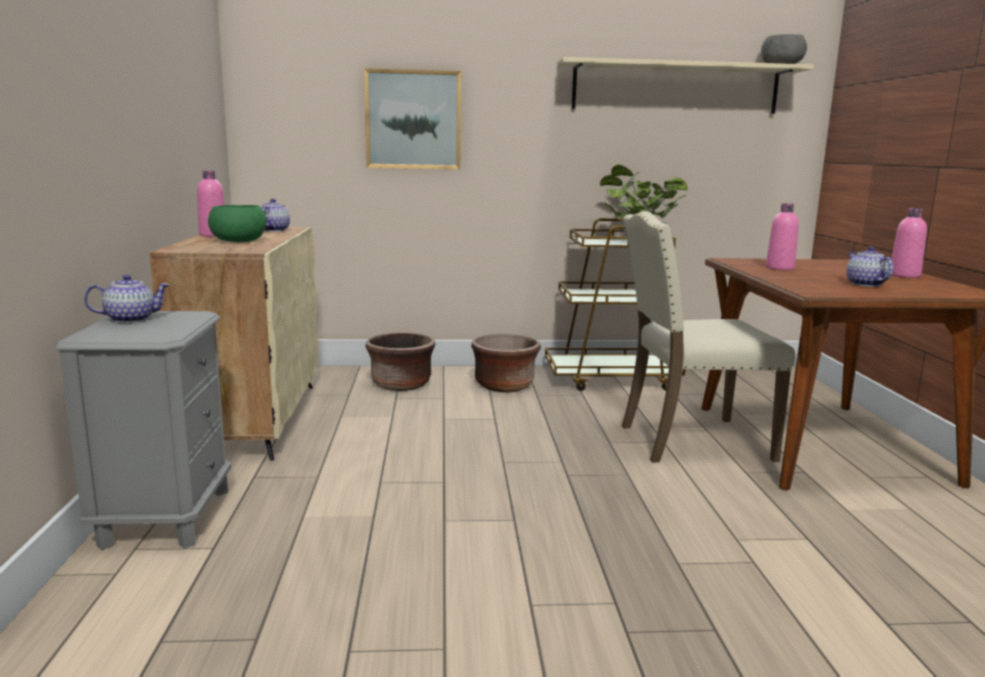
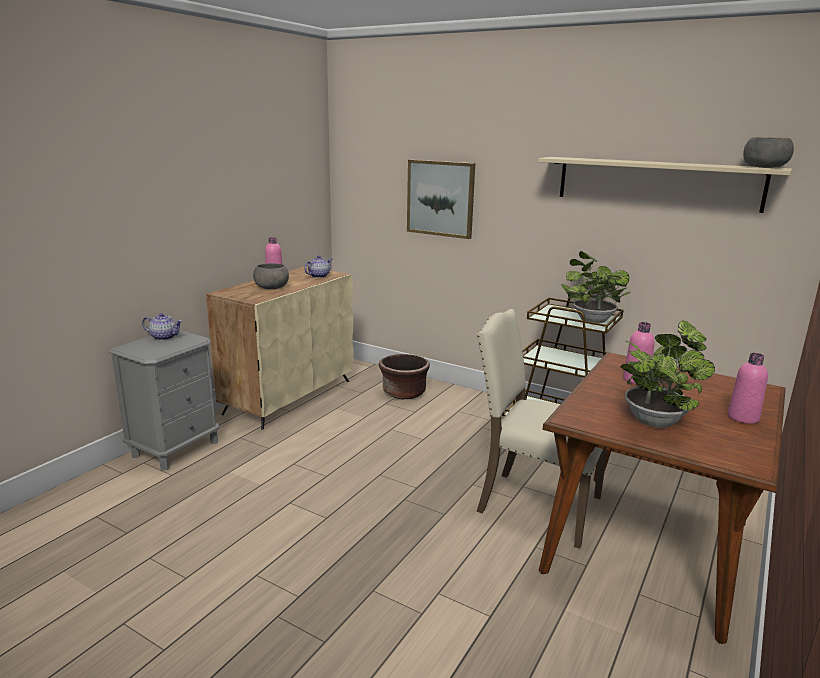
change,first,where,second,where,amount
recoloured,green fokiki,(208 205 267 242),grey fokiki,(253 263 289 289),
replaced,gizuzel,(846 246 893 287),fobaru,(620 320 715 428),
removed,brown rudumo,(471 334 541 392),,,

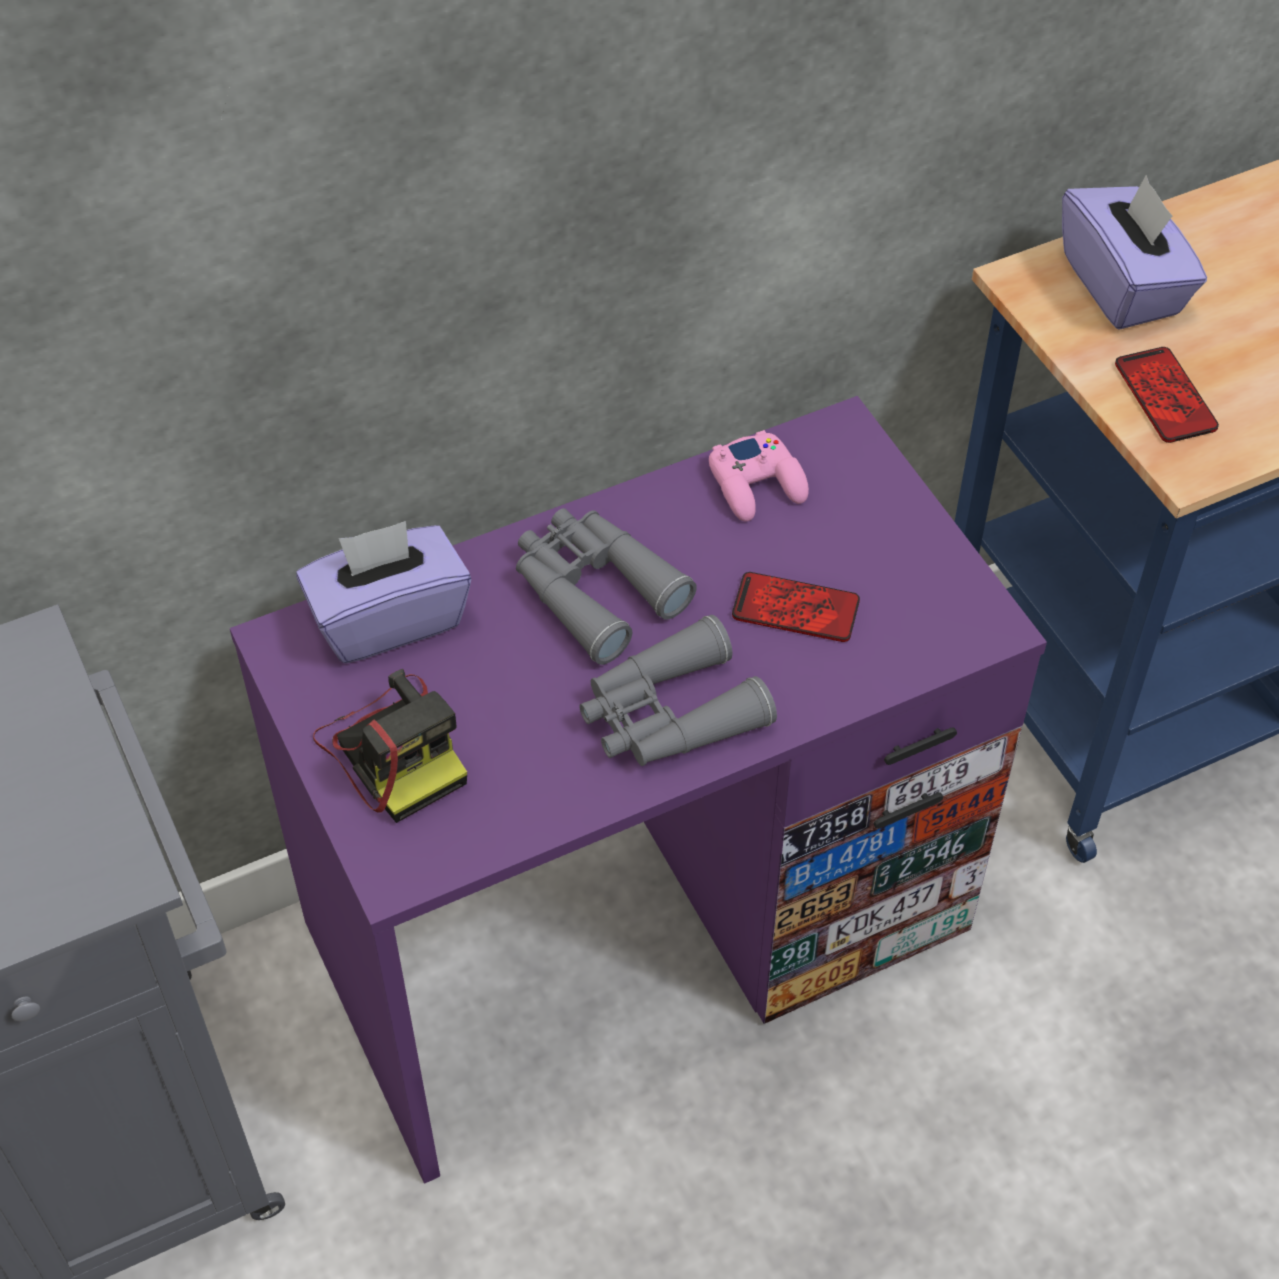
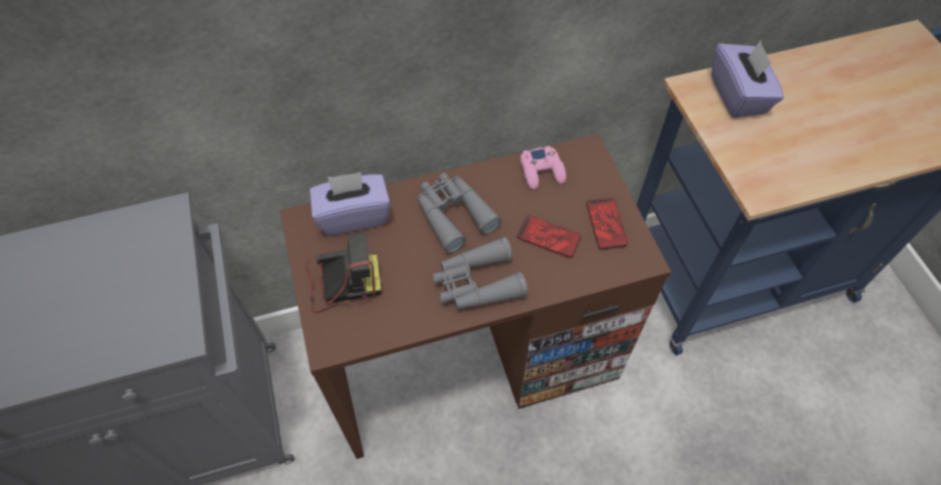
change,first,where,second,where,amount
recoloured,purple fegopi,(230 396 1047 1184),brown fegopi,(280 134 671 459),
turned,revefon,(313 669 467 823),,(305 233 381 313),75 degrees counterclockwise
moved,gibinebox,(1115 347 1219 443),,(586 198 628 250),

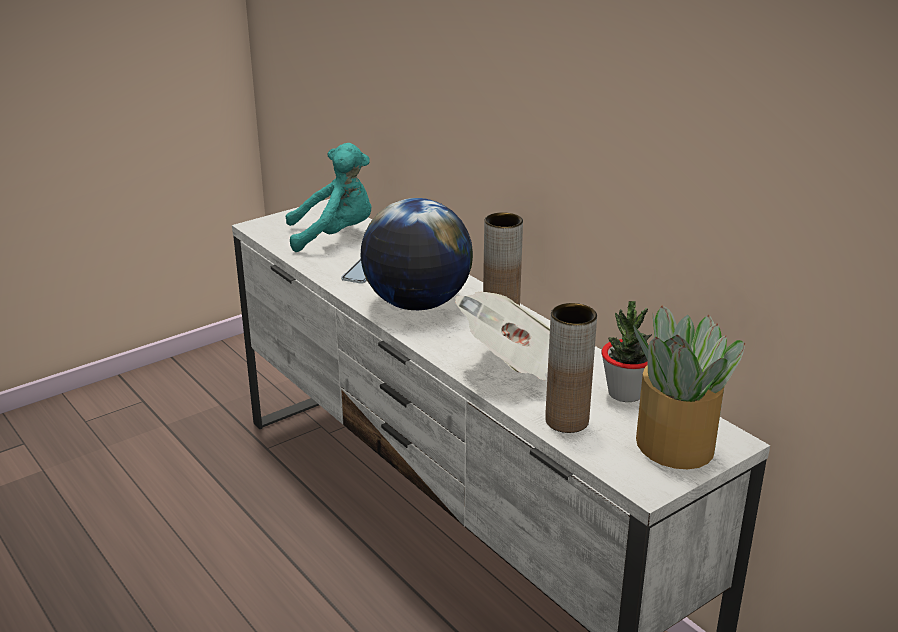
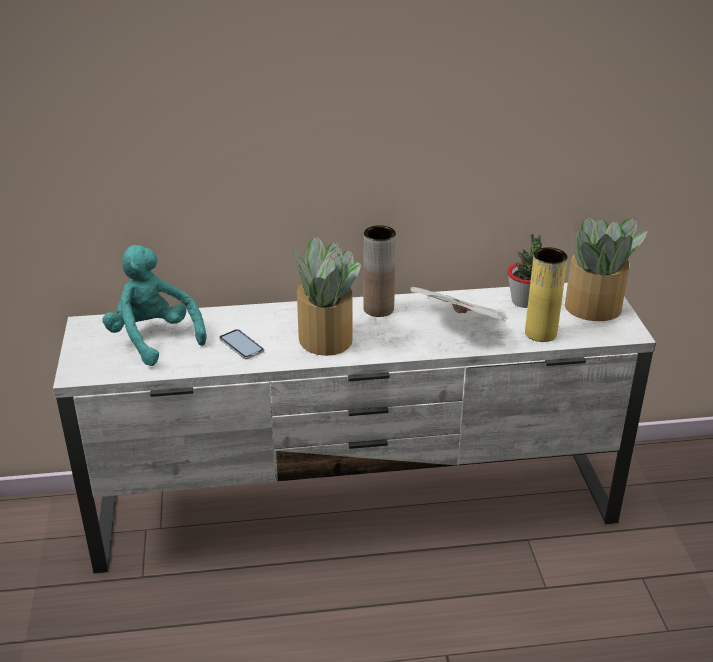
change,first,where,second,where,amount
turned,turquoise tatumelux,(286 143 372 252),,(103 245 207 366),60 degrees counterclockwise
replaced,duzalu,(360 198 473 310),fobaru,(293 236 361 356),
recoloured,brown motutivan,(545 303 597 433),yellow motutivan,(525 247 568 342),

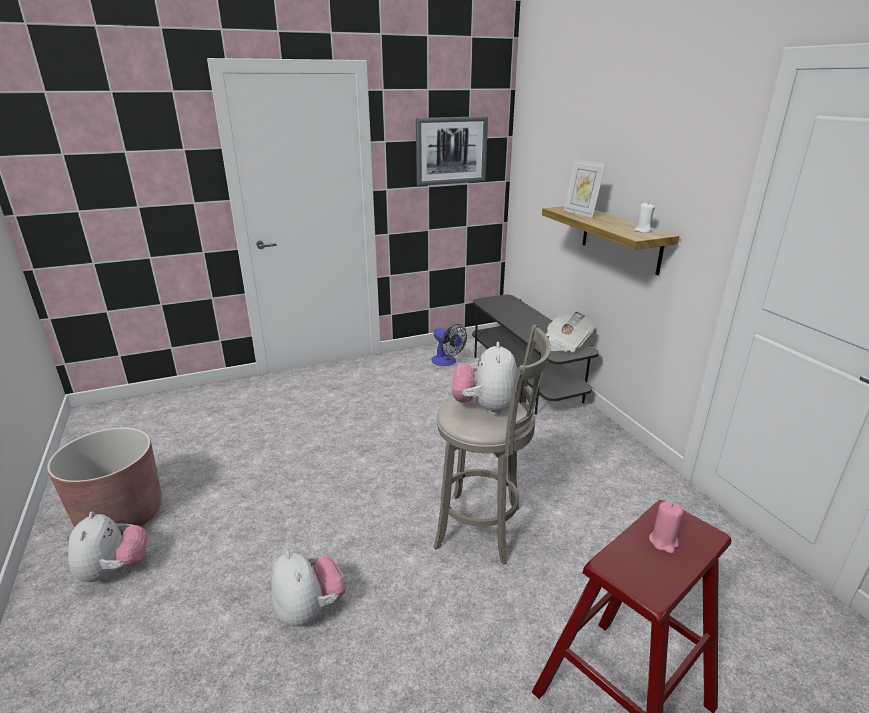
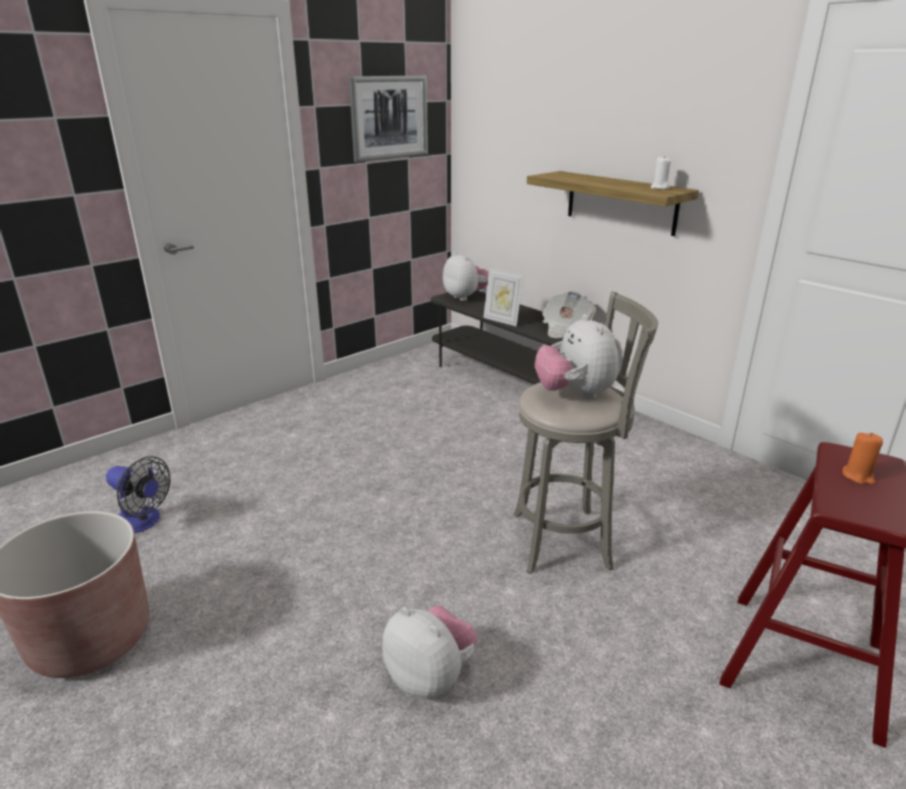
change,first,where,second,where,amount
moved,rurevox,(431 324 467 366),,(106 456 170 533),
moved,tatumelux,(68 511 147 582),,(443 252 489 301),
moved,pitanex,(564 159 606 218),,(483 268 524 326),
recoloured,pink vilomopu,(649 501 683 553),orange vilomopu,(843 433 883 484),

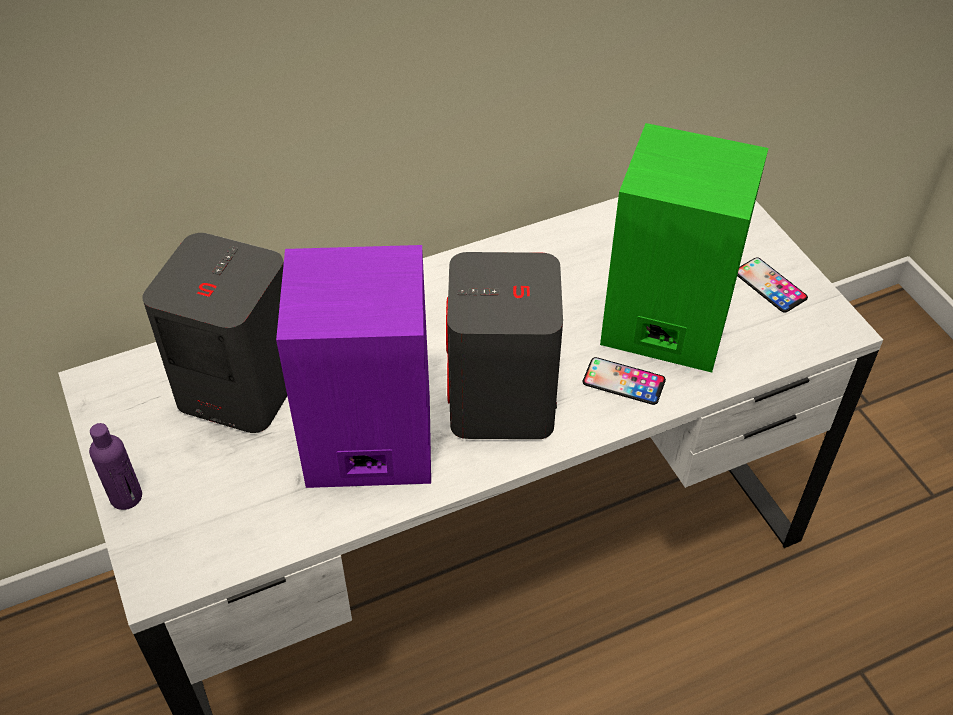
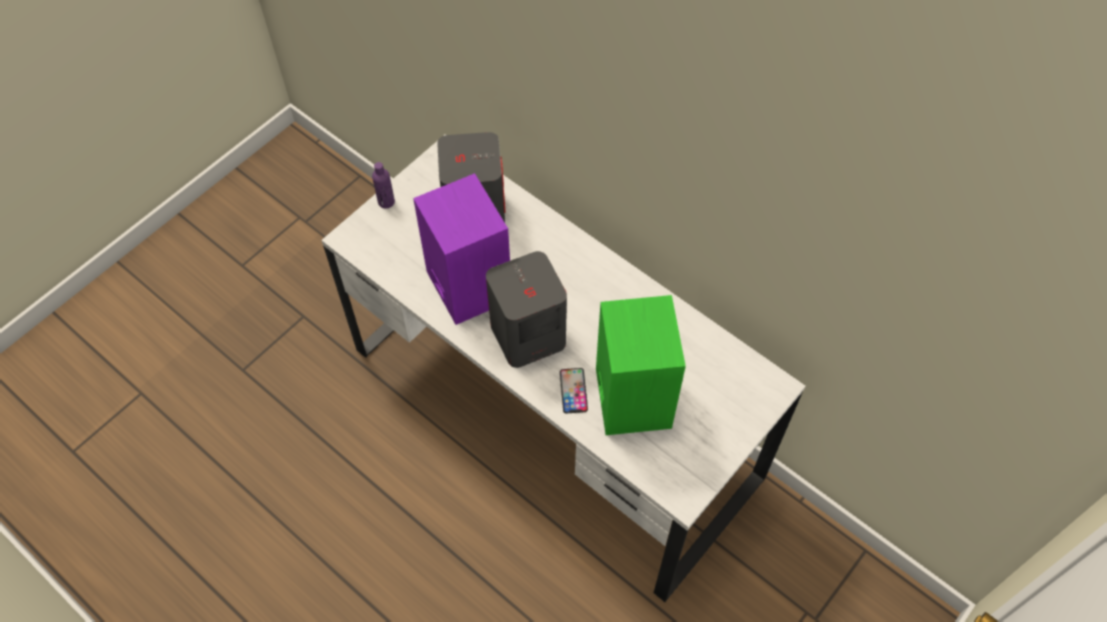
change,first,where,second,where,amount
removed,gibinebox,(737 257 808 313),,,

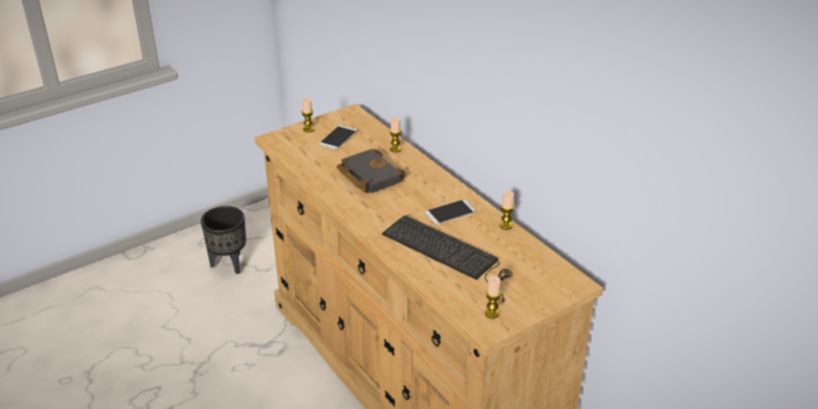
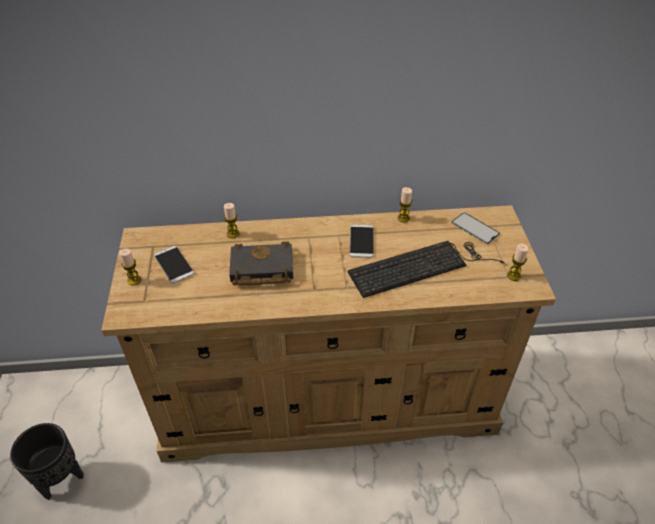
change,first,where,second,where,amount
added,,,gibinebox,(451 213 500 244),

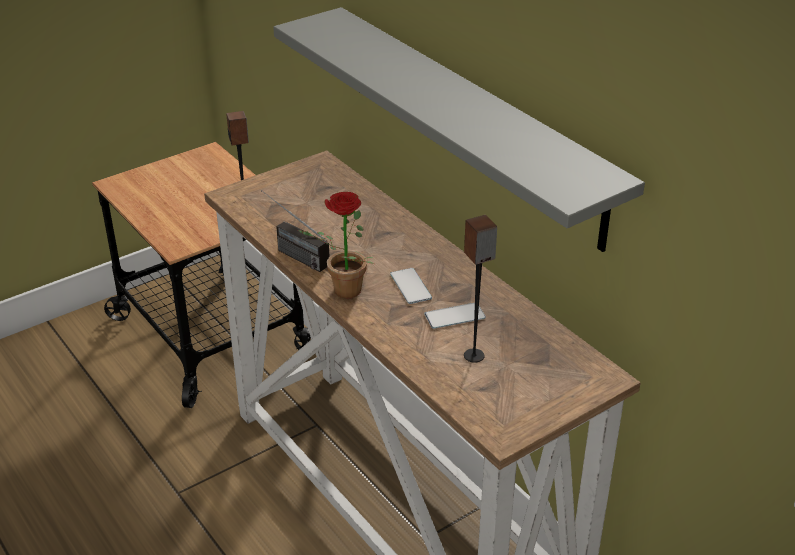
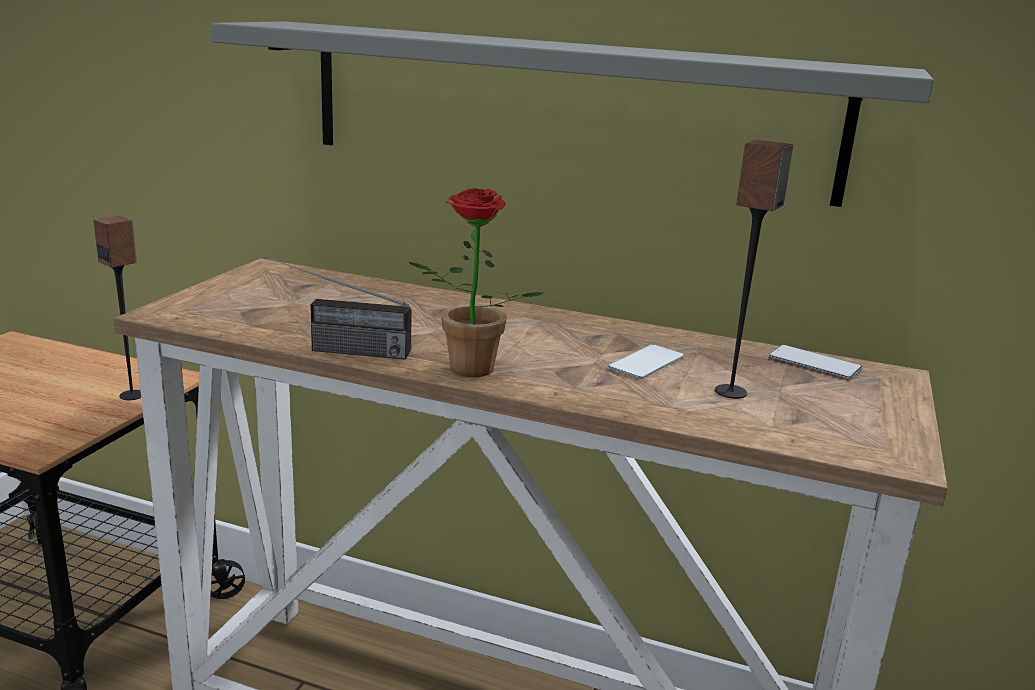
change,first,where,second,where,amount
moved,gibinebox,(390 268 432 304),,(769 345 863 379),

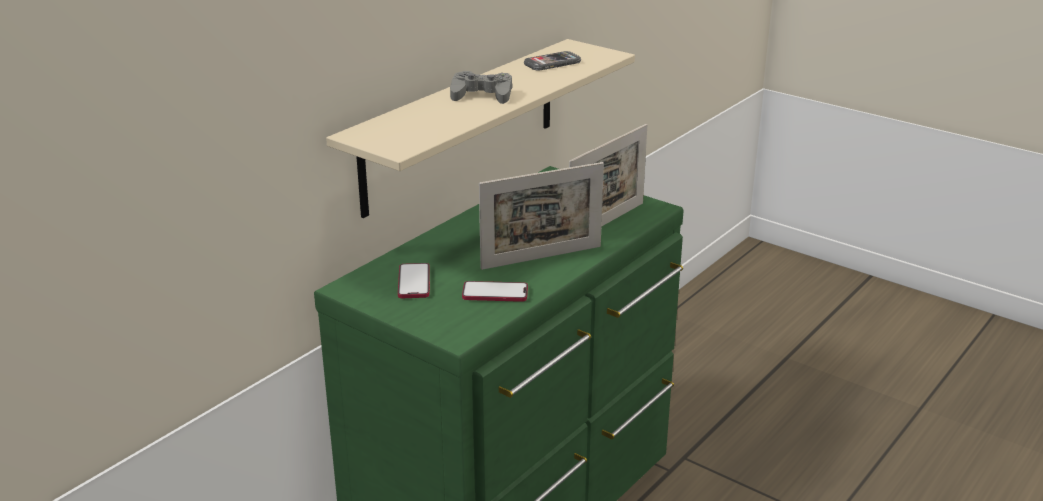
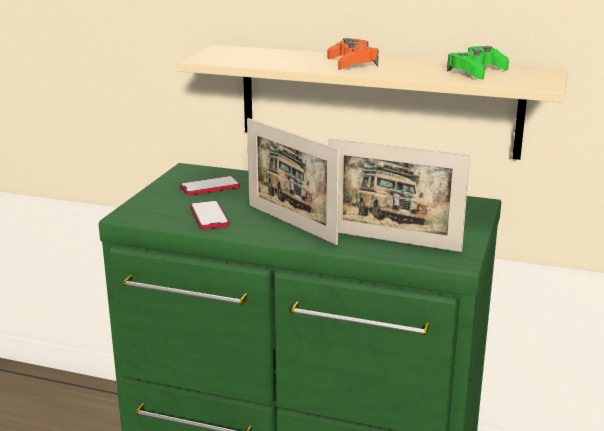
change,first,where,second,where,amount
recoloured,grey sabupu,(450 71 512 104),orange sabupu,(328 38 379 70),
replaced,gibinebox,(524 51 581 71),green sabupu,(447 46 509 80),

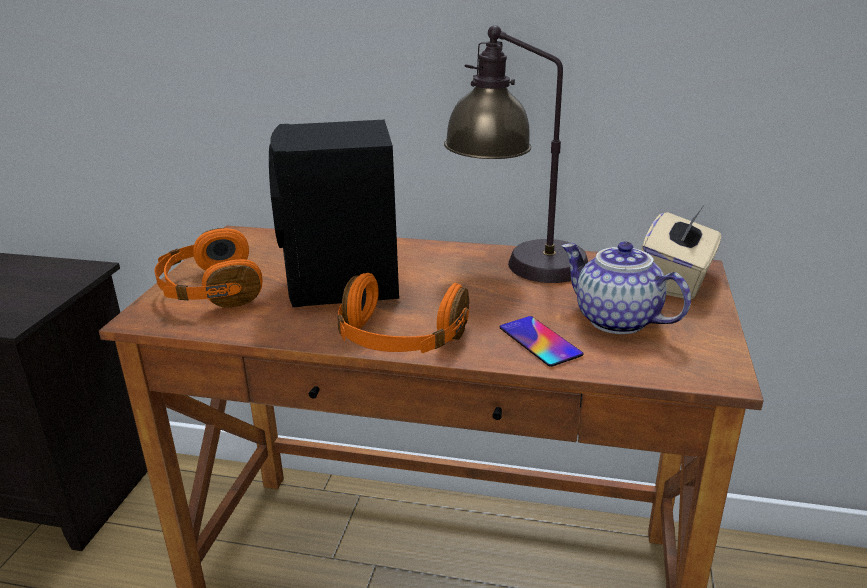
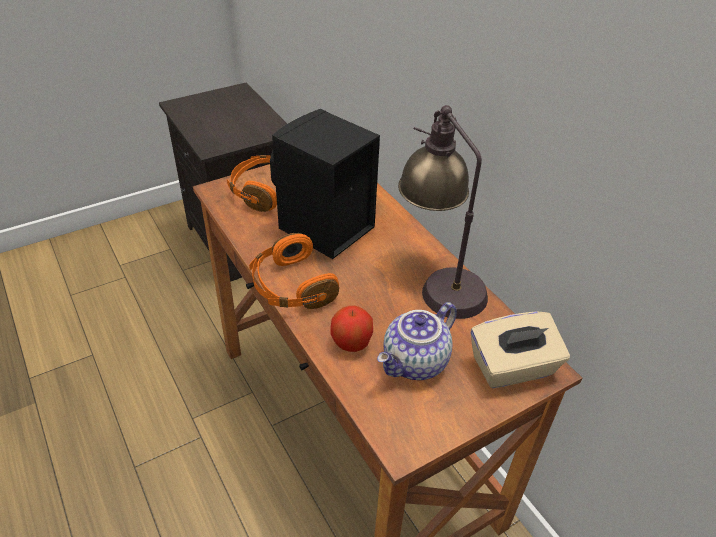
change,first,where,second,where,amount
replaced,gibinebox,(500 316 583 367),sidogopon,(331 306 373 352),
turned,gizuzel,(562 241 691 334),,(377 302 457 380),135 degrees counterclockwise

